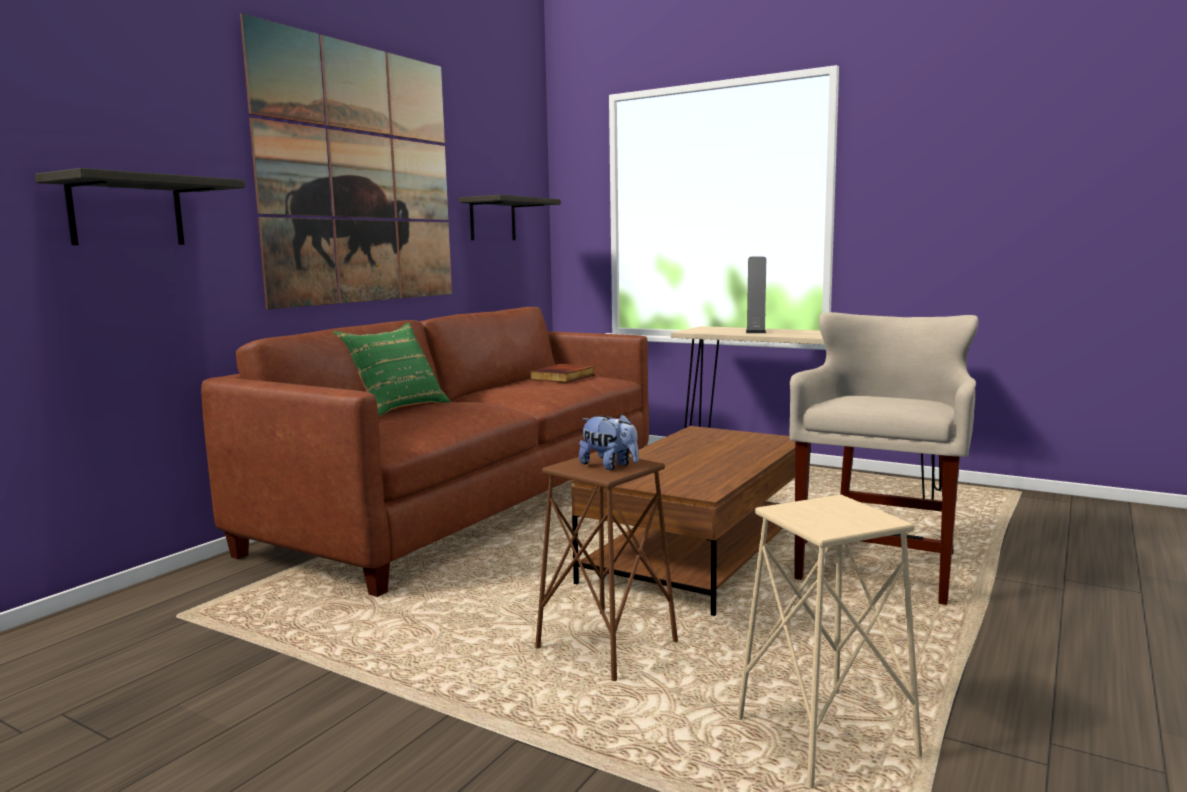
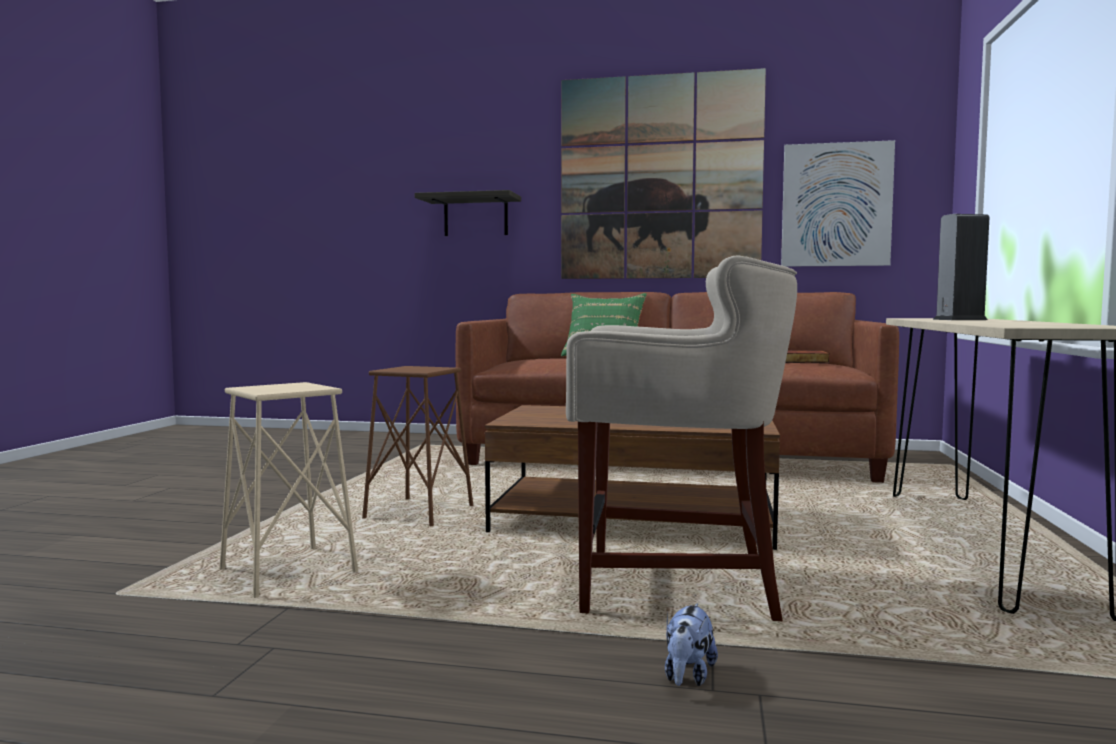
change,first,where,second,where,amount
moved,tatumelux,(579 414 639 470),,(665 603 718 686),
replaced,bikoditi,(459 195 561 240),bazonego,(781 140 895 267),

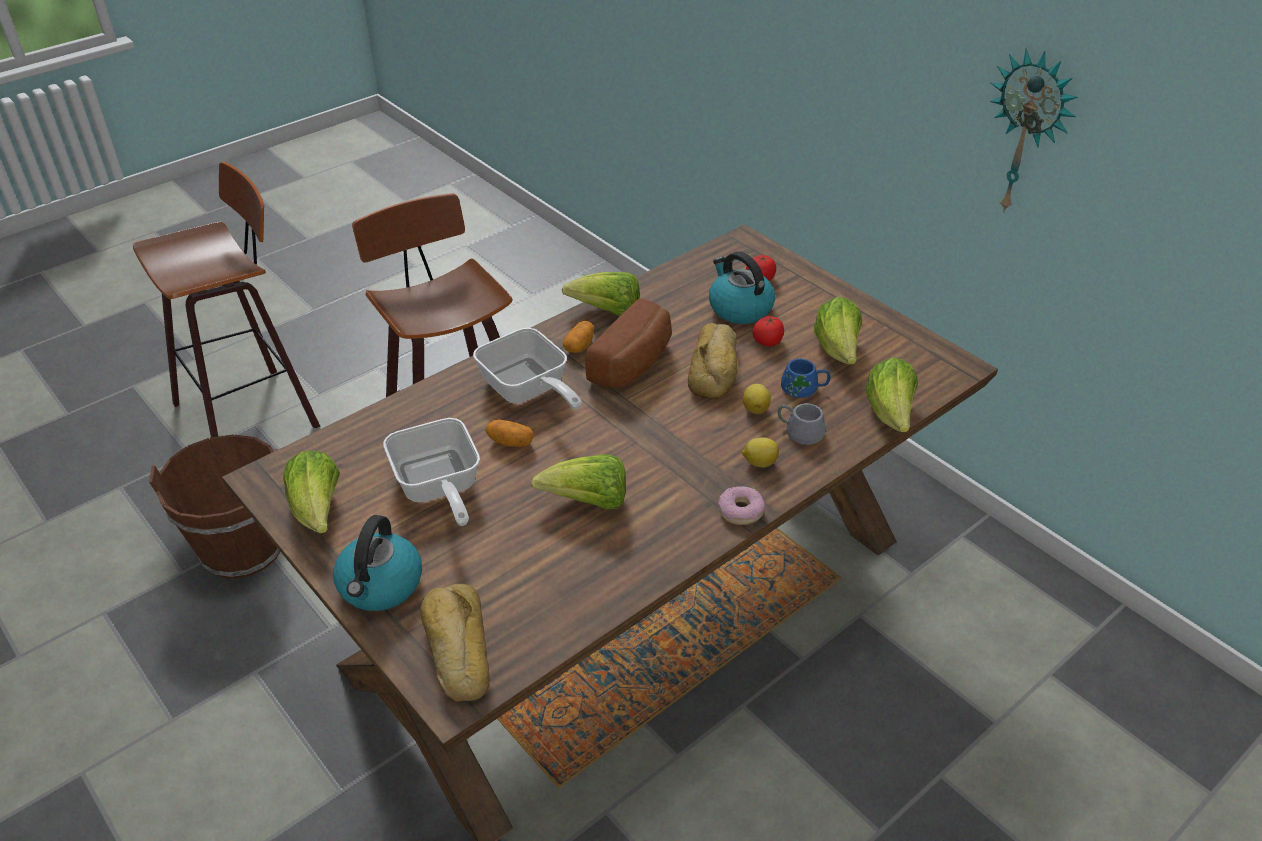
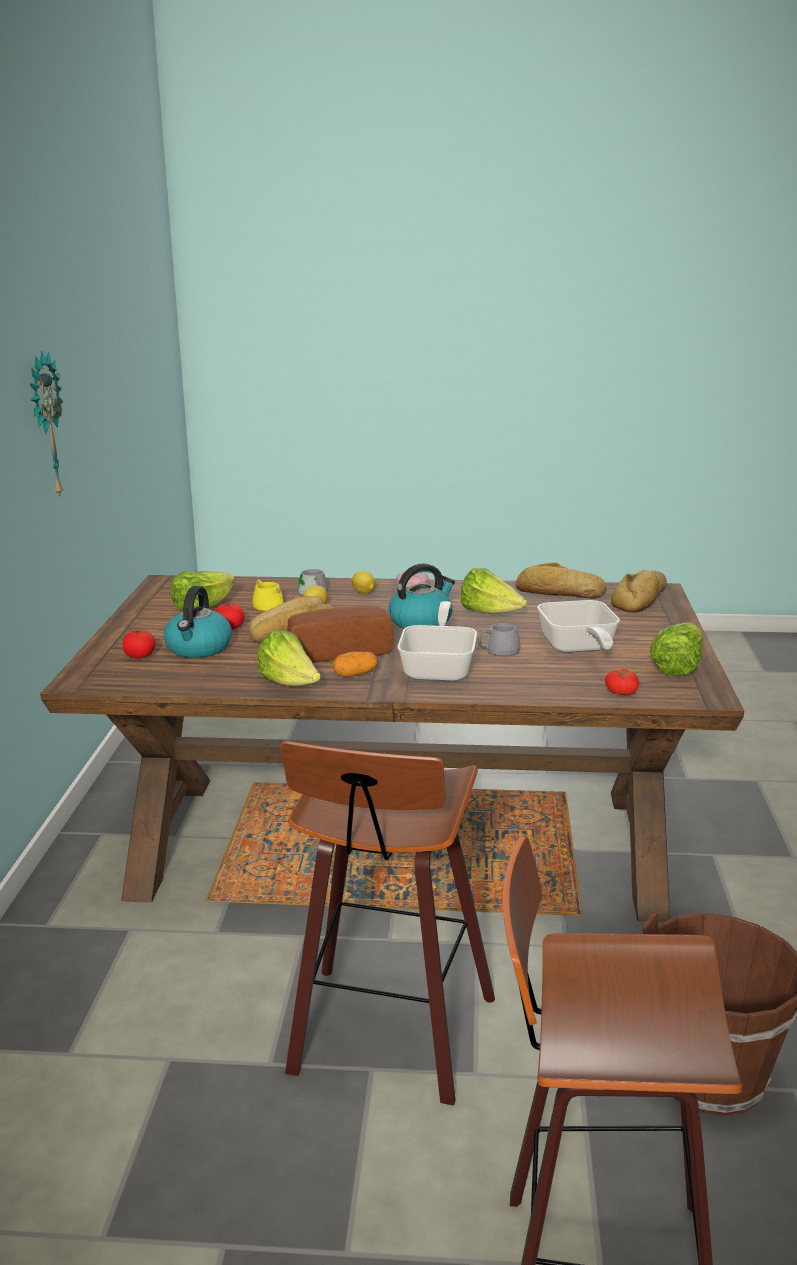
change,first,where,second,where,amount
recoloured,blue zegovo,(781 359 831 403),yellow zegovo,(252 579 284 611),
moved,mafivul,(333 515 422 611),,(389 563 455 629),
replaced,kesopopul,(485 419 535 447),grey zegovo,(478 623 521 656),
added,,,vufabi,(515 563 607 599),
turned,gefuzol,(383 418 480 526),,(537 600 620 653),150 degrees clockwise
added,,,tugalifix,(605 669 639 695),
removed,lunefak,(865 358 918 432),,,

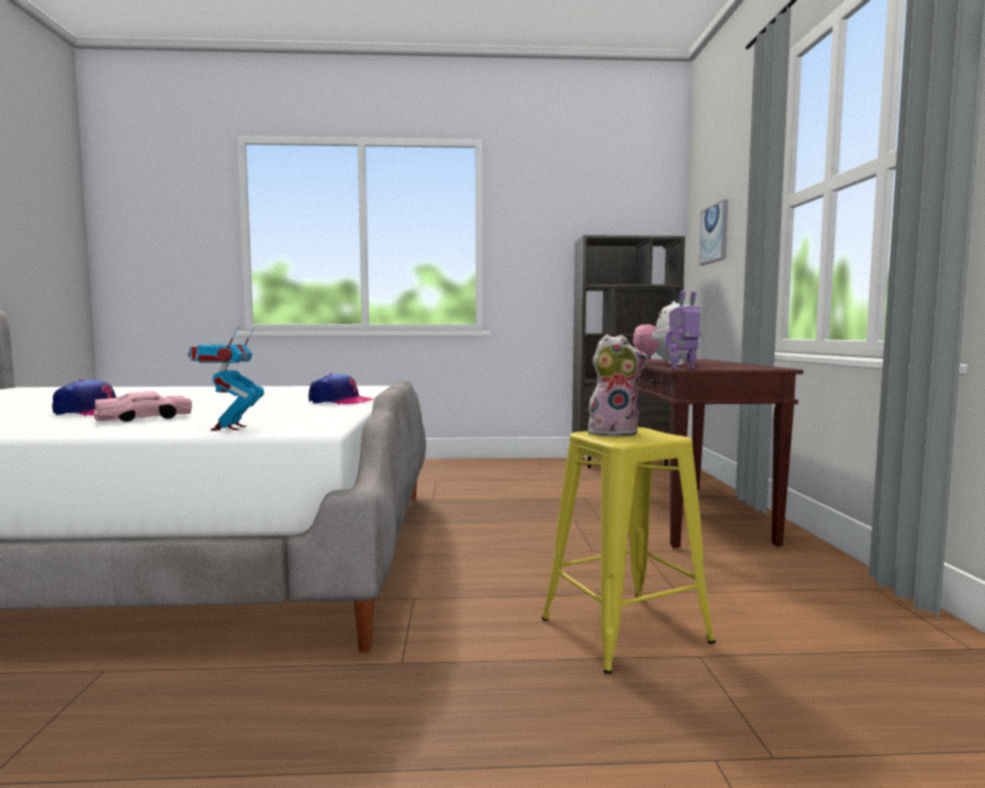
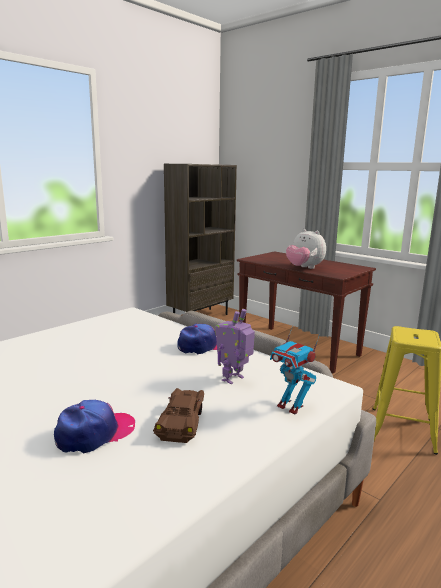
change,first,where,second,where,amount
recoloured,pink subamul,(94 391 192 422),brown subamul,(153 388 204 443),
moved,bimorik,(666 291 701 369),,(216 309 255 384),
removed,tatumelux,(588 334 648 437),,,
removed,bazonego,(699 199 728 265),,,

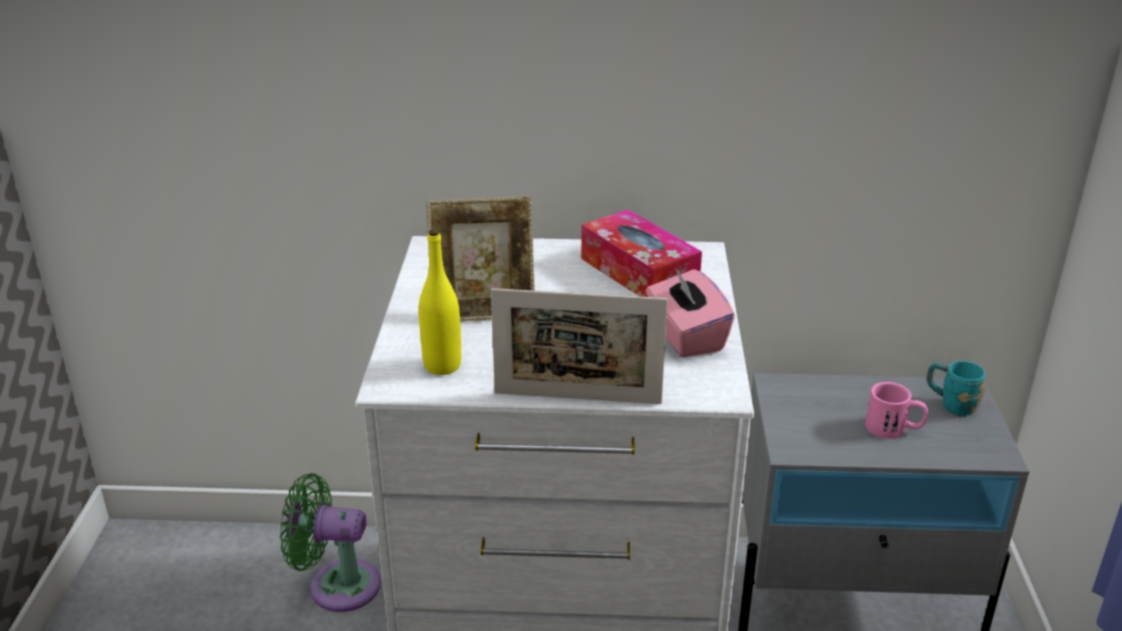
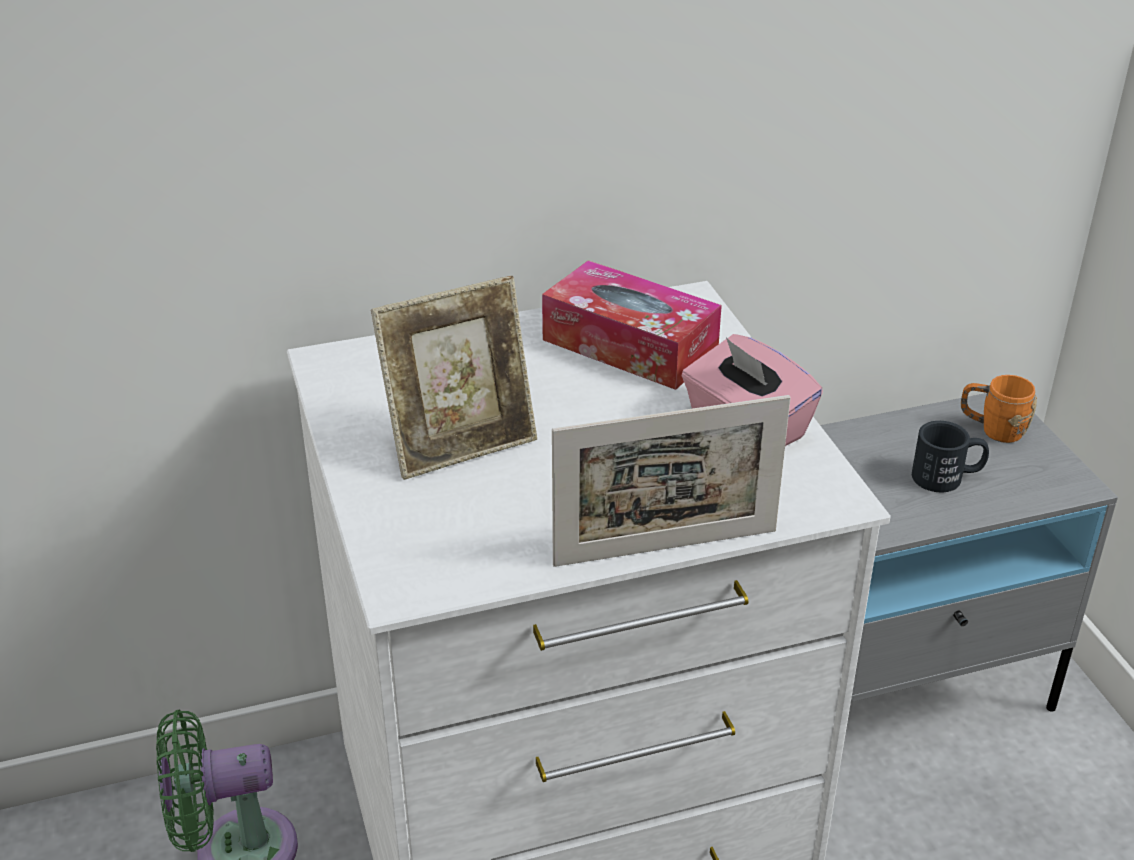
change,first,where,second,where,amount
recoloured,pink zegovo,(865 382 928 439),black zegovo,(912 421 989 492),
recoloured,turquoise zegovo,(927 361 986 416),orange zegovo,(961 375 1037 443),
removed,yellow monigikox,(419 229 461 375),,,

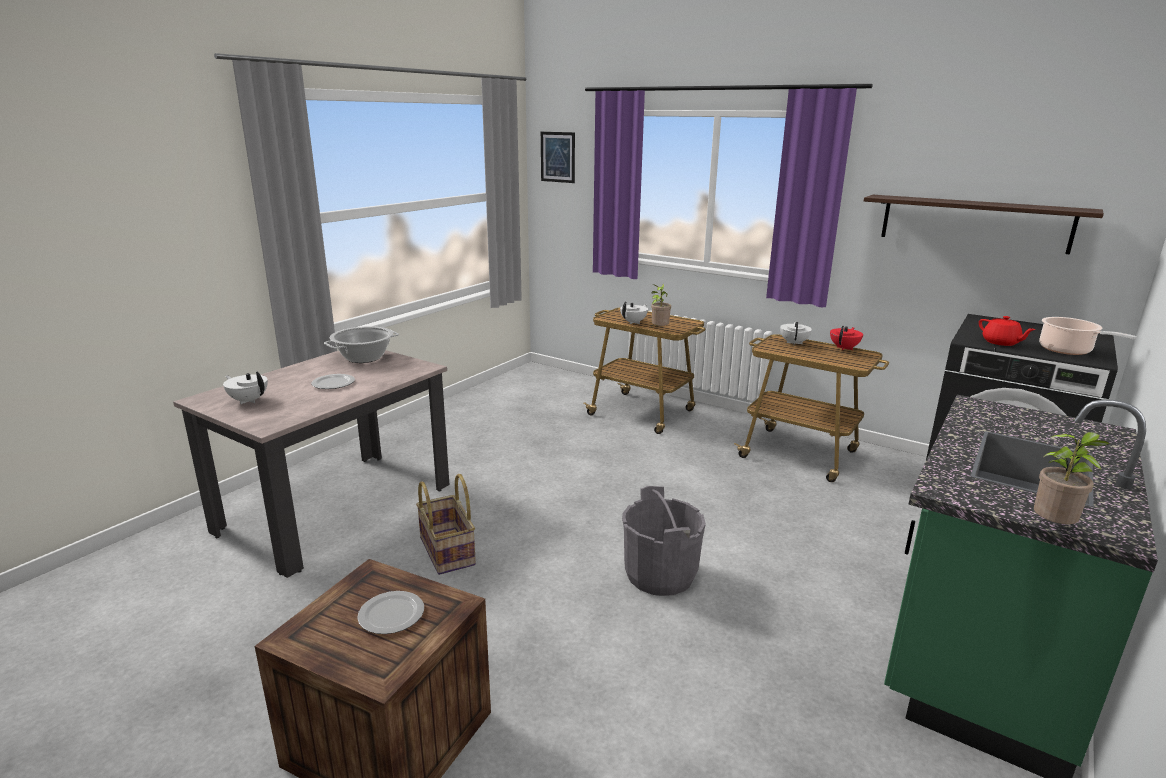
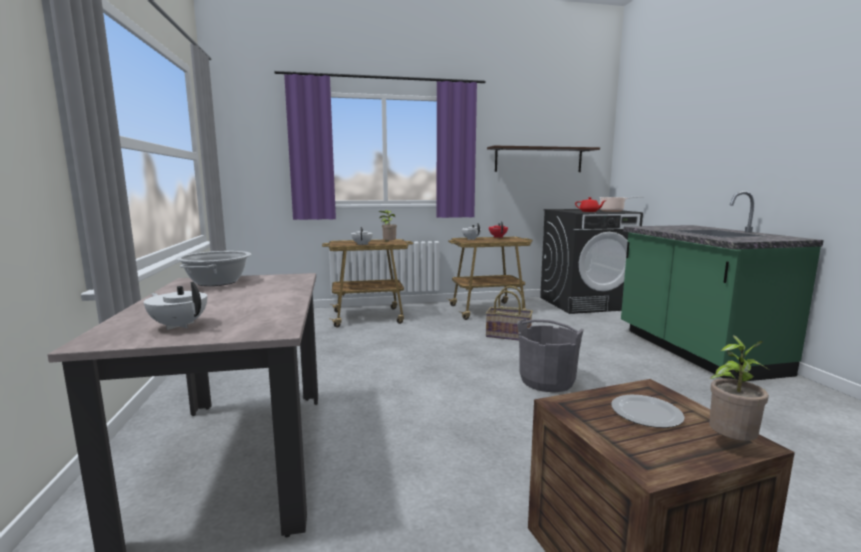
change,first,where,second,where,amount
turned,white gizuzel,(223 371 268 404),,(144 282 207 330),45 degrees clockwise
moved,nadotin,(416 474 476 575),,(486 286 533 341),
moved,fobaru,(1034 432 1110 524),,(709 335 769 441),
removed,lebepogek,(311 374 355 389),,,
removed,bazonego,(541 132 575 183),,,

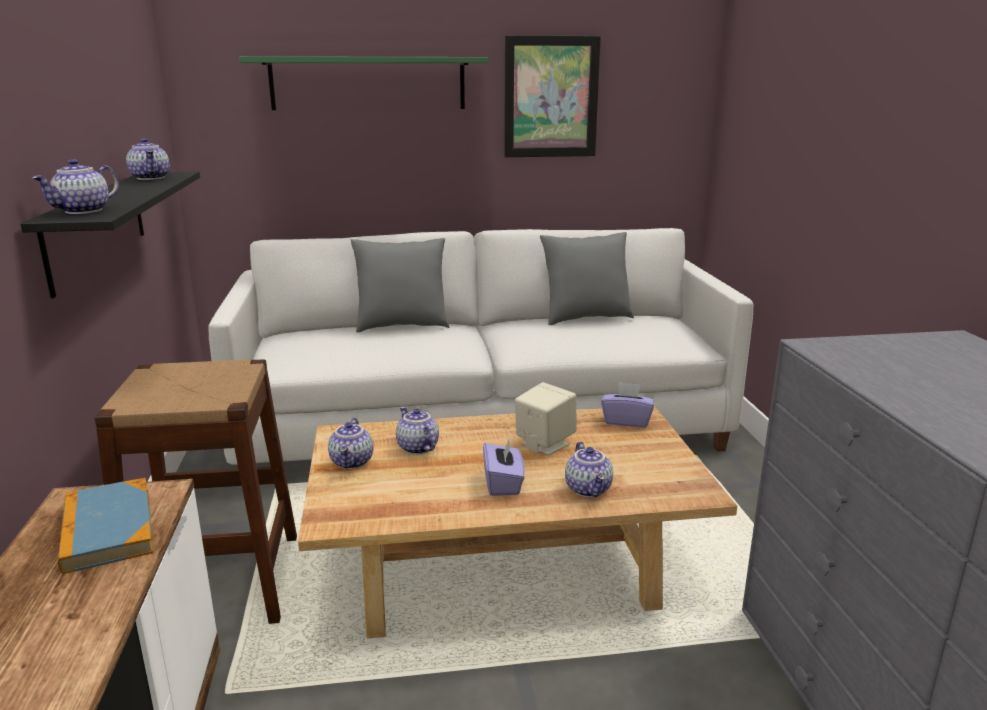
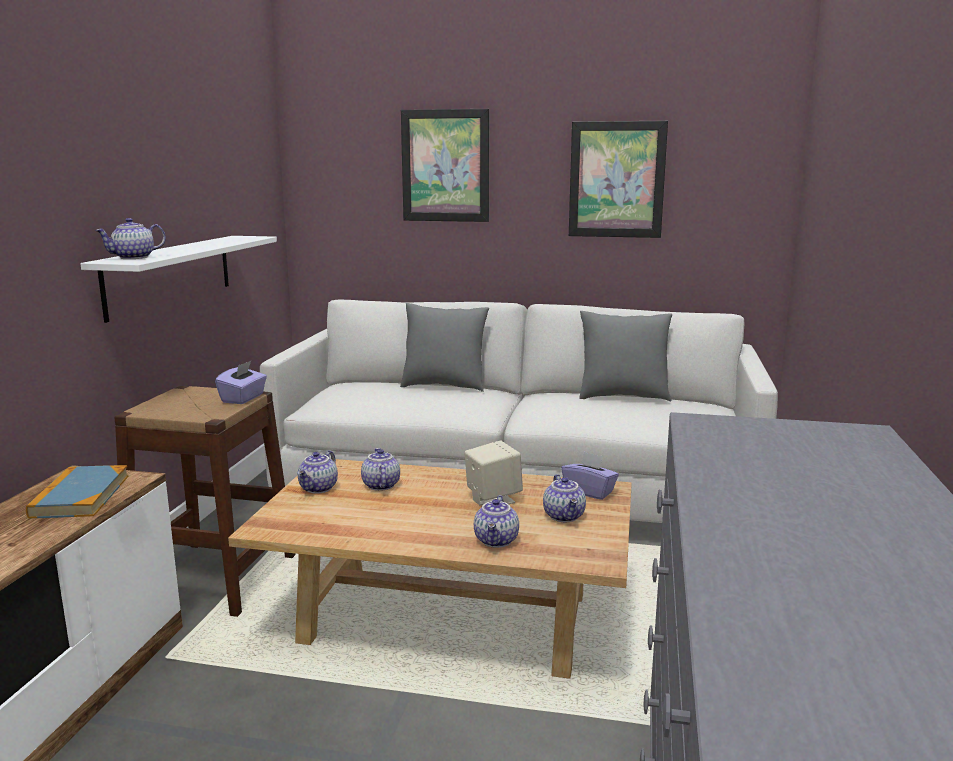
change,first,where,second,where,amount
recoloured,black bikoditi,(21 172 200 298),white bikoditi,(80 236 277 323),
moved,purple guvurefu,(483 437 525 496),,(215 361 267 404),
replaced,green bikoditi,(239 56 489 110),bazonego,(401 109 490 222),
moved,gizuzel,(126 138 170 180),,(543 474 586 522),

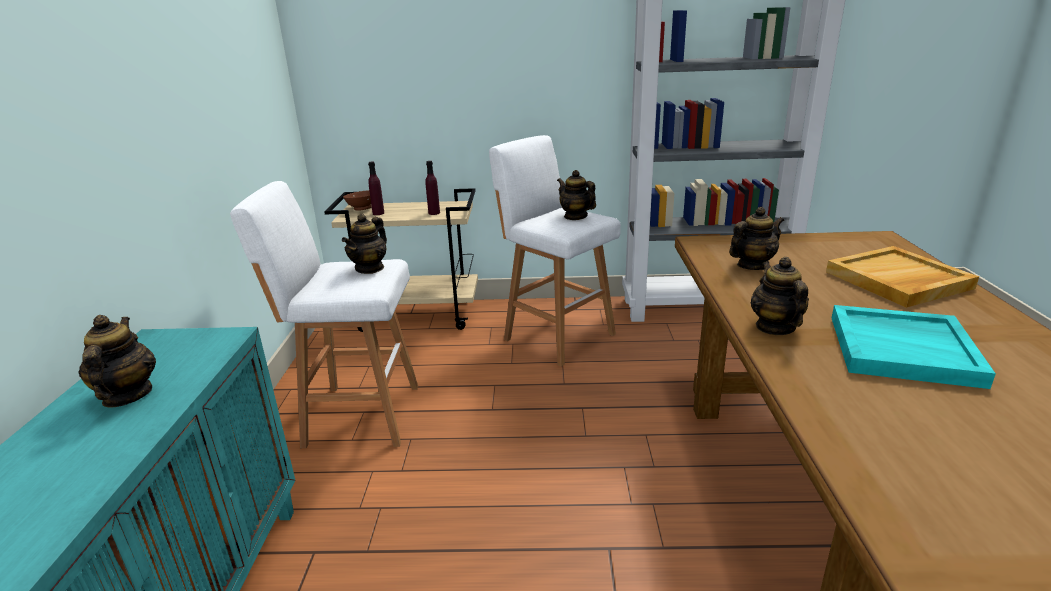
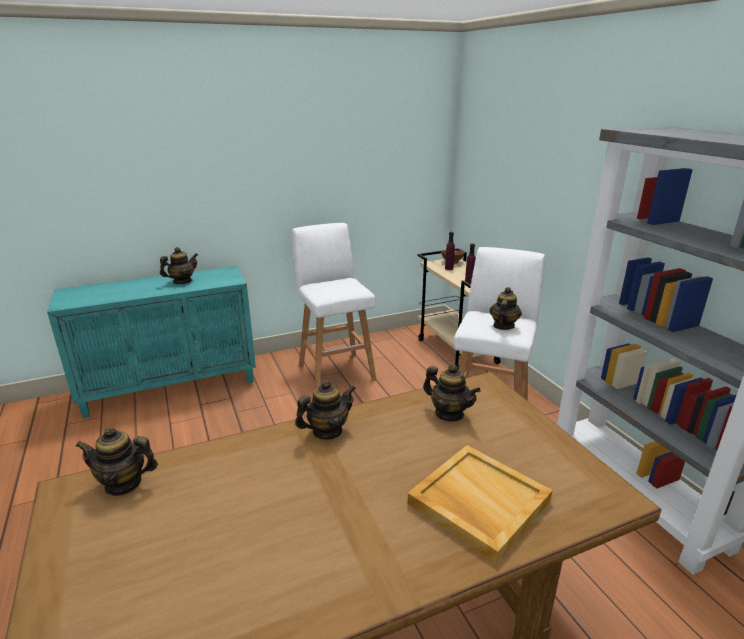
change,first,where,second,where,amount
moved,gizuzel,(342 213 387 274),,(76 427 158 496),
removed,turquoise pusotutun,(832 305 996 389),,,

